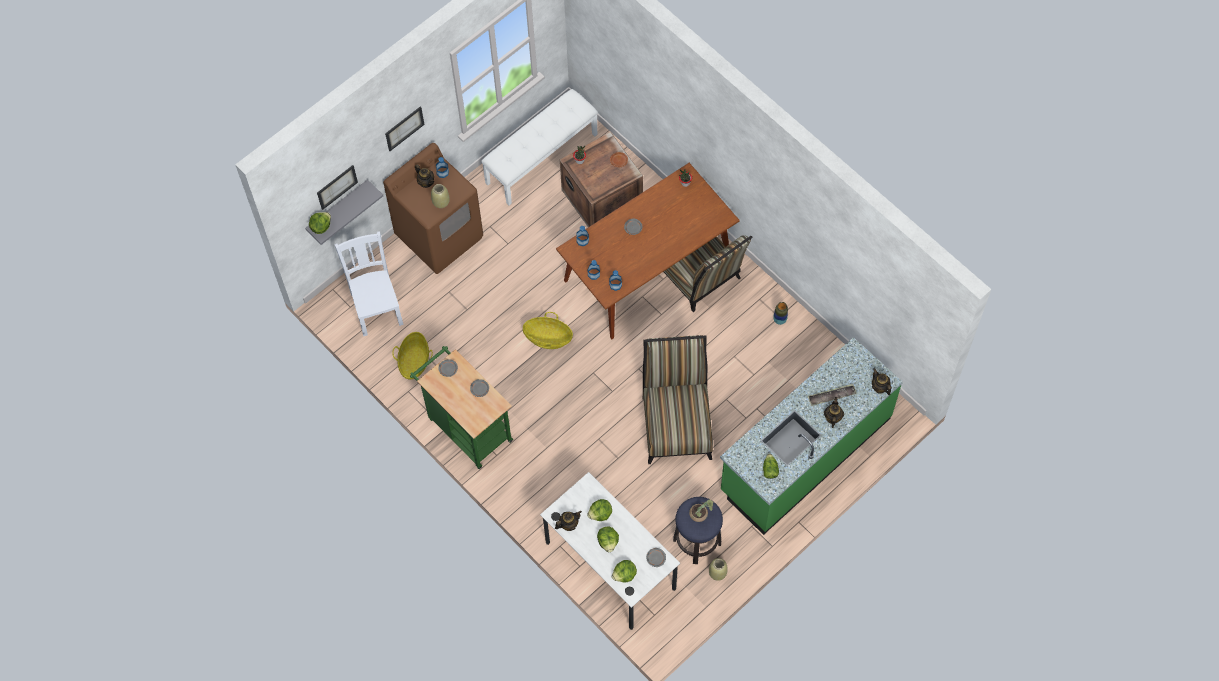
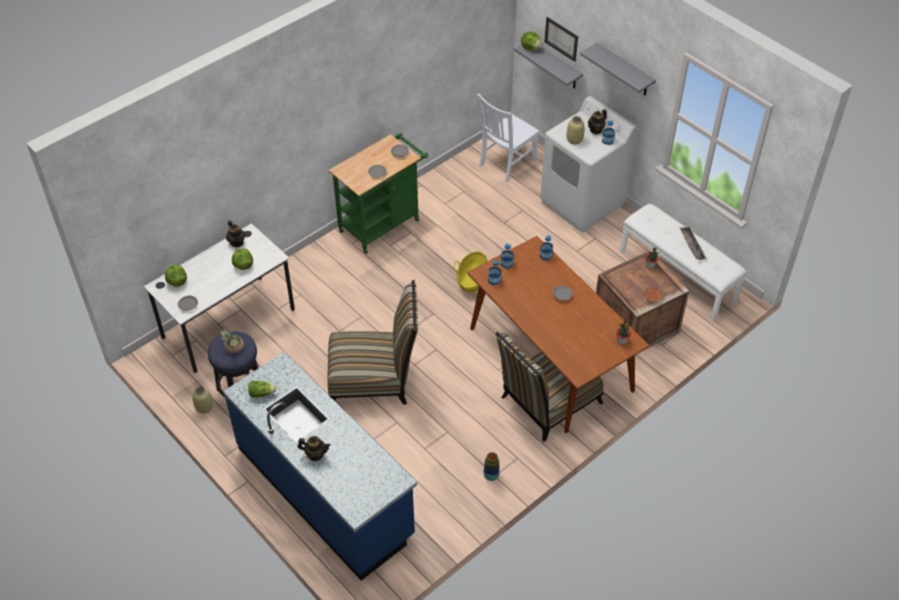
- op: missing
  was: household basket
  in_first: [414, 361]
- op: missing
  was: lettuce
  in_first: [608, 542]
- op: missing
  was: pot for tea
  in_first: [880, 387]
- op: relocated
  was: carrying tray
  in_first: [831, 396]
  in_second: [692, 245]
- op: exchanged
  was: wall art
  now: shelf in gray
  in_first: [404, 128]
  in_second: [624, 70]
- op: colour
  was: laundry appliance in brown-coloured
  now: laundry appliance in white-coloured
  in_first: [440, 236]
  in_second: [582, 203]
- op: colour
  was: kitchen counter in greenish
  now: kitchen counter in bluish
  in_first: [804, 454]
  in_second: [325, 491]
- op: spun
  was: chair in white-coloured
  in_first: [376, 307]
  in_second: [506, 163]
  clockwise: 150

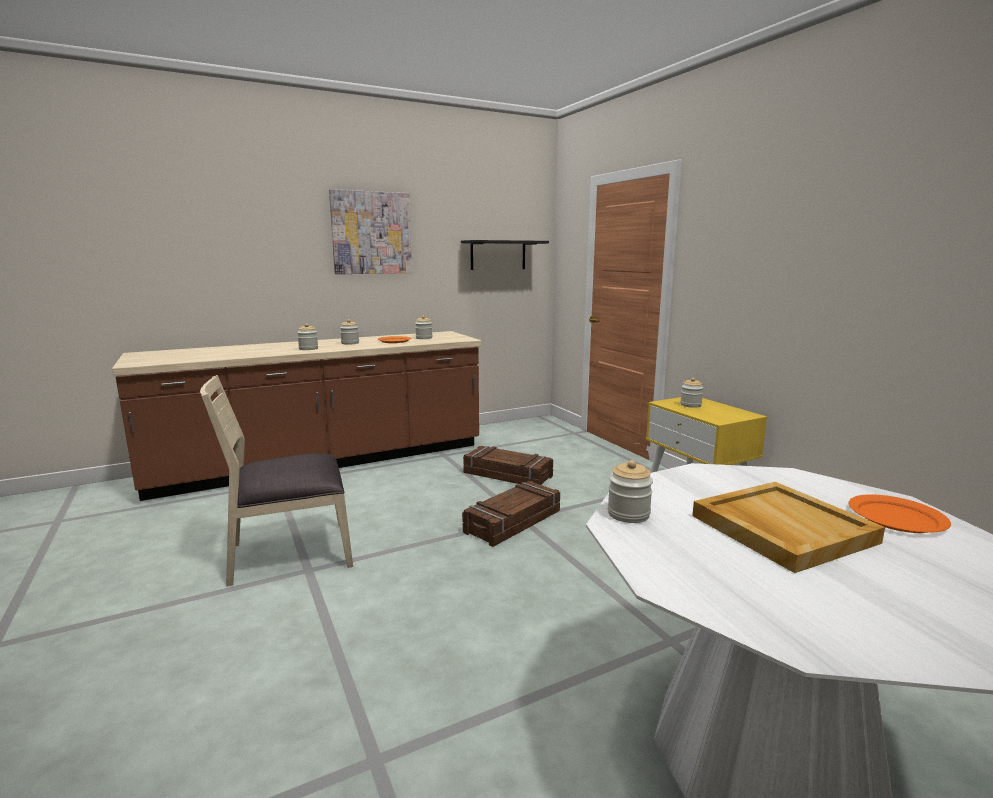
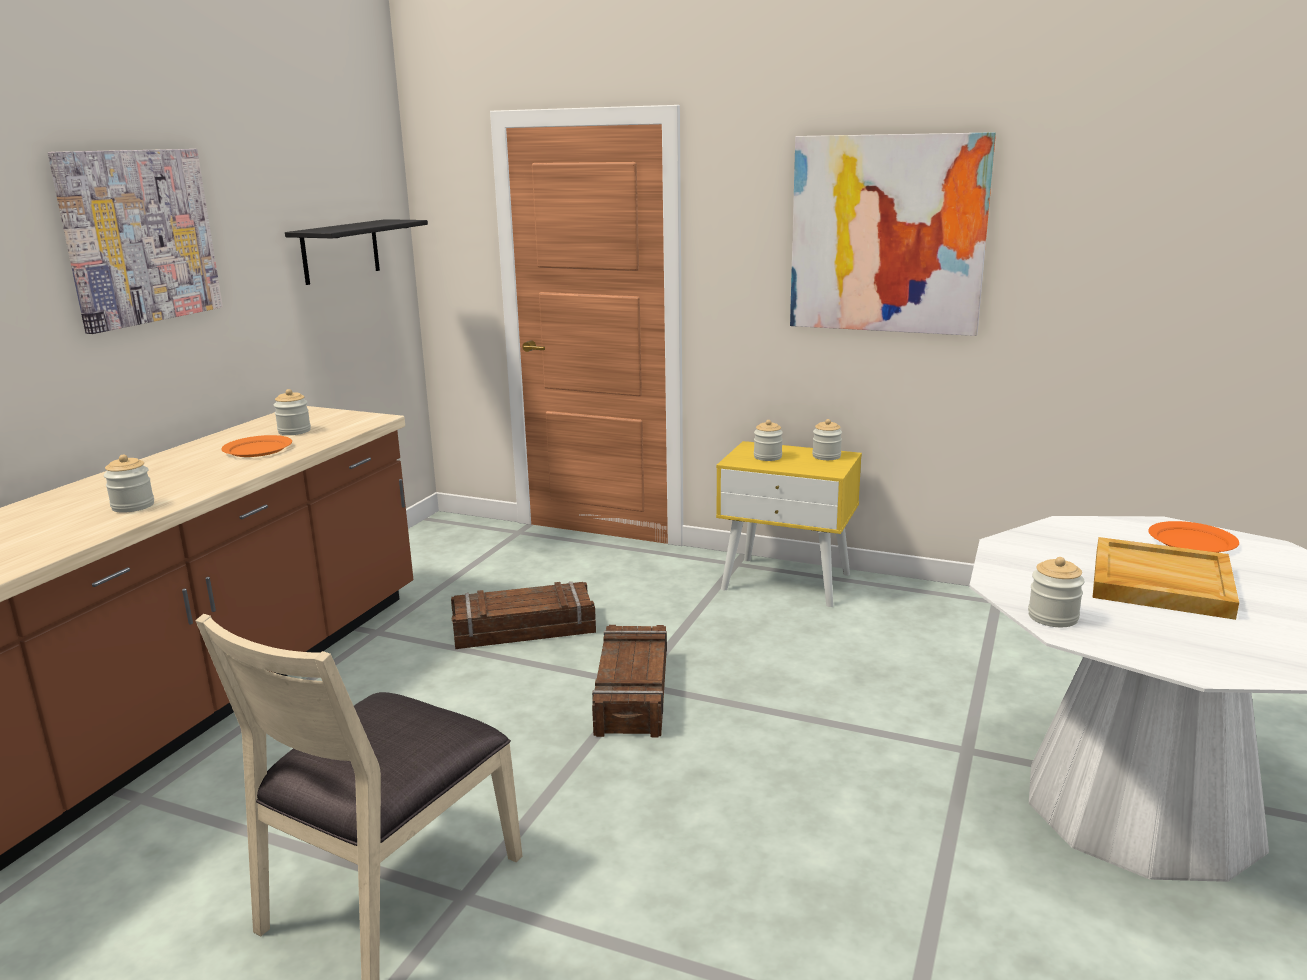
- op: appeared
  now: wall art
  in_second: [887, 234]
- op: relocated
  was: jar
  in_first: [350, 343]
  in_second: [826, 456]

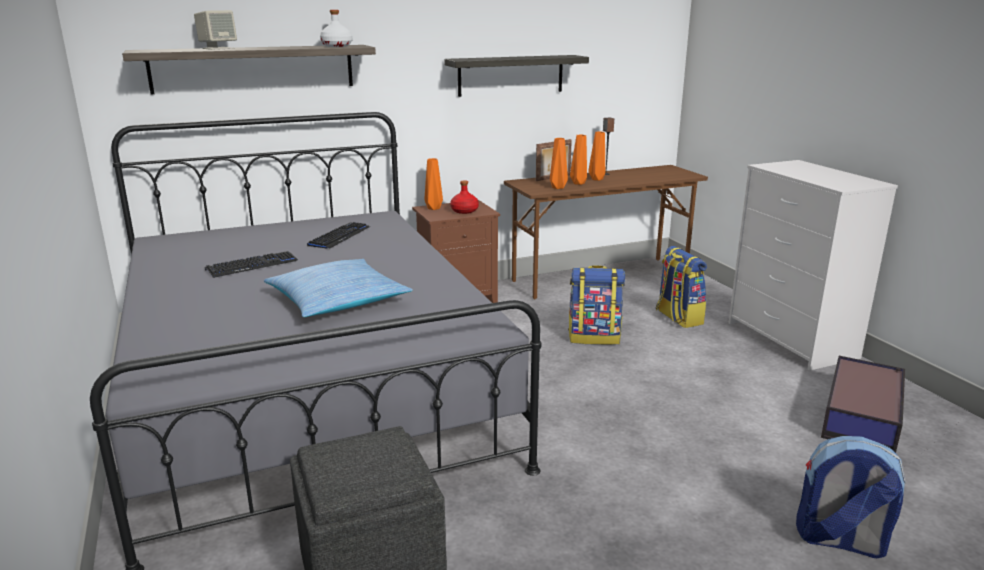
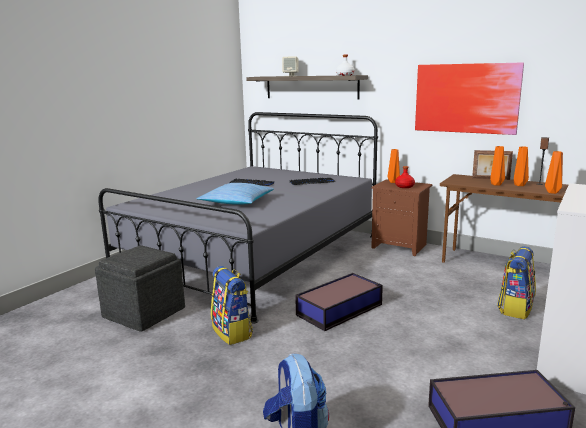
- op: appeared
  now: storage container
  in_second: [340, 309]
- op: relocated
  was: flower vase in orangey
  in_first: [557, 187]
  in_second: [552, 192]
- op: relocated
  was: rucksack
  in_first: [594, 337]
  in_second: [232, 332]
- op: exchanged
  was: shelf
  now: wall art
  in_first: [511, 75]
  in_second: [466, 98]

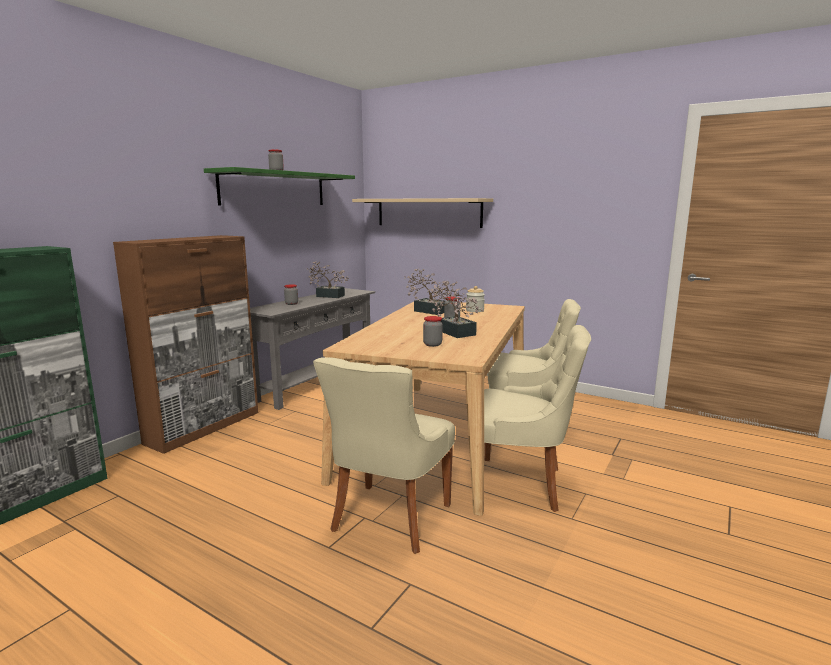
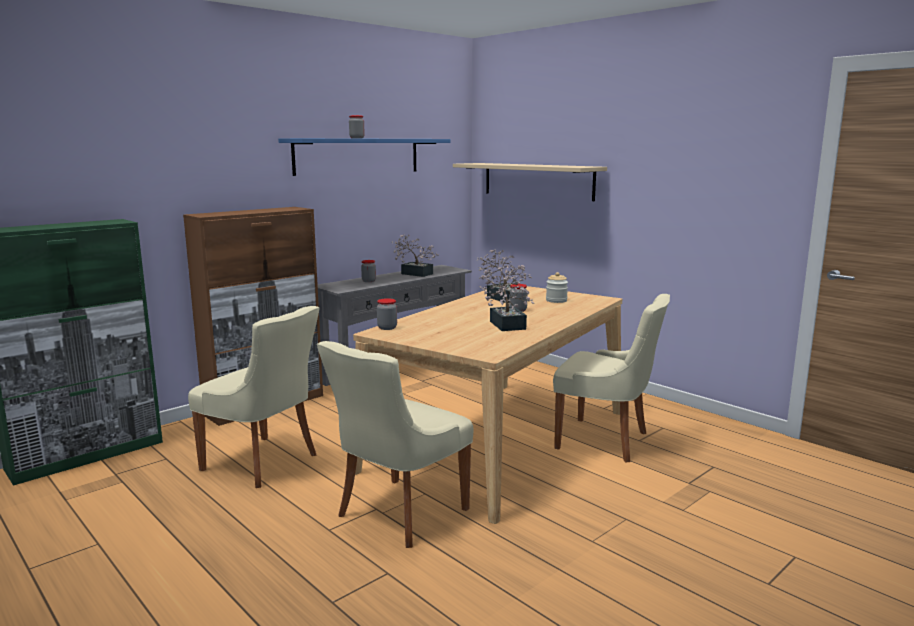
- op: relocated
  was: jar
  in_first: [432, 344]
  in_second: [387, 328]
- op: relocated
  was: chair in sand-coloured
  in_first: [522, 484]
  in_second: [263, 463]
- op: colour
  was: shelf in greenish
  now: shelf in bluish
  in_first: [274, 189]
  in_second: [358, 156]

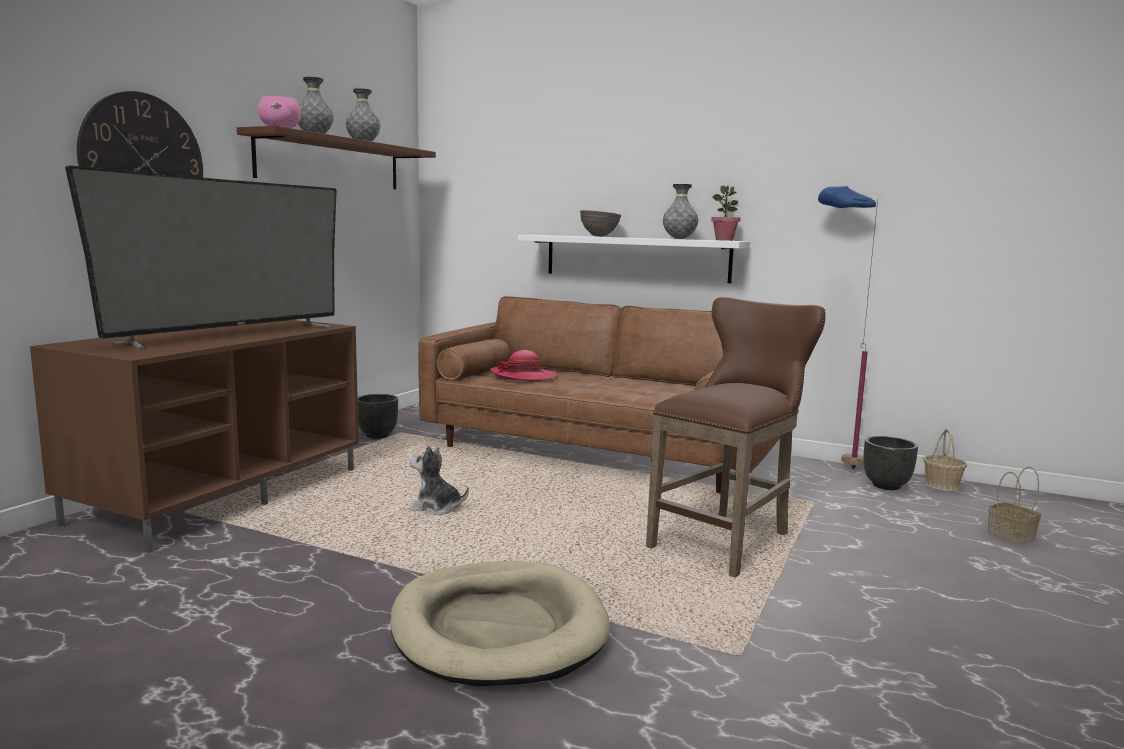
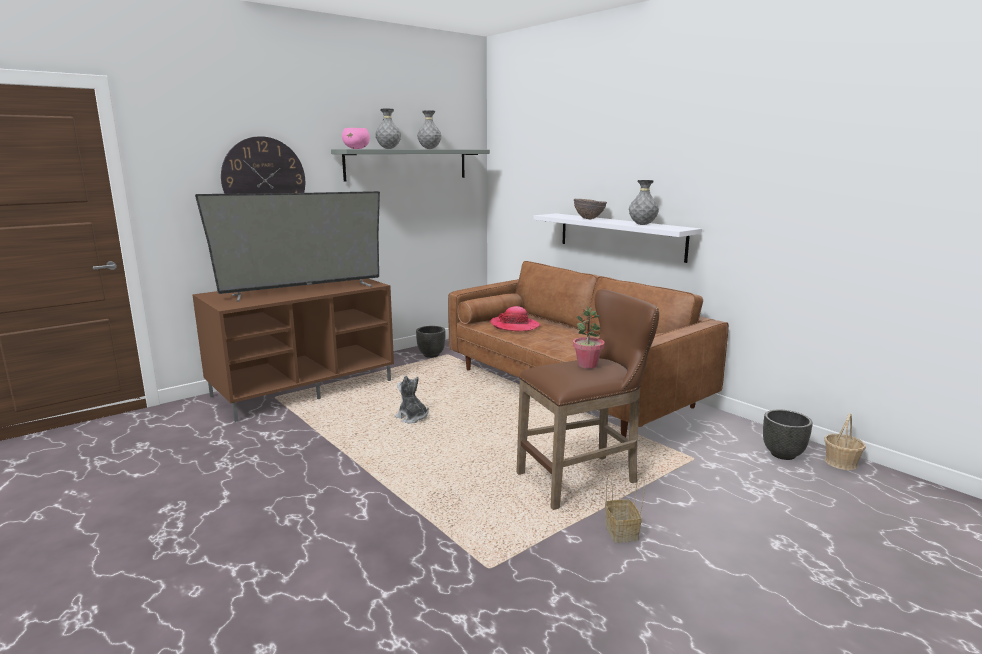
- op: missing
  was: dog bed in sand-coloured
  in_first: [498, 629]
- op: missing
  was: floor lamp in bluish
  in_first: [831, 467]
- op: relocated
  was: potted plant
  in_first: [724, 240]
  in_second: [587, 365]
- op: relocated
  was: household basket
  in_first: [1013, 536]
  in_second: [622, 532]
- op: colour
  was: shelf in brown-coloured
  now: shelf in gray
  in_first: [331, 163]
  in_second: [407, 164]

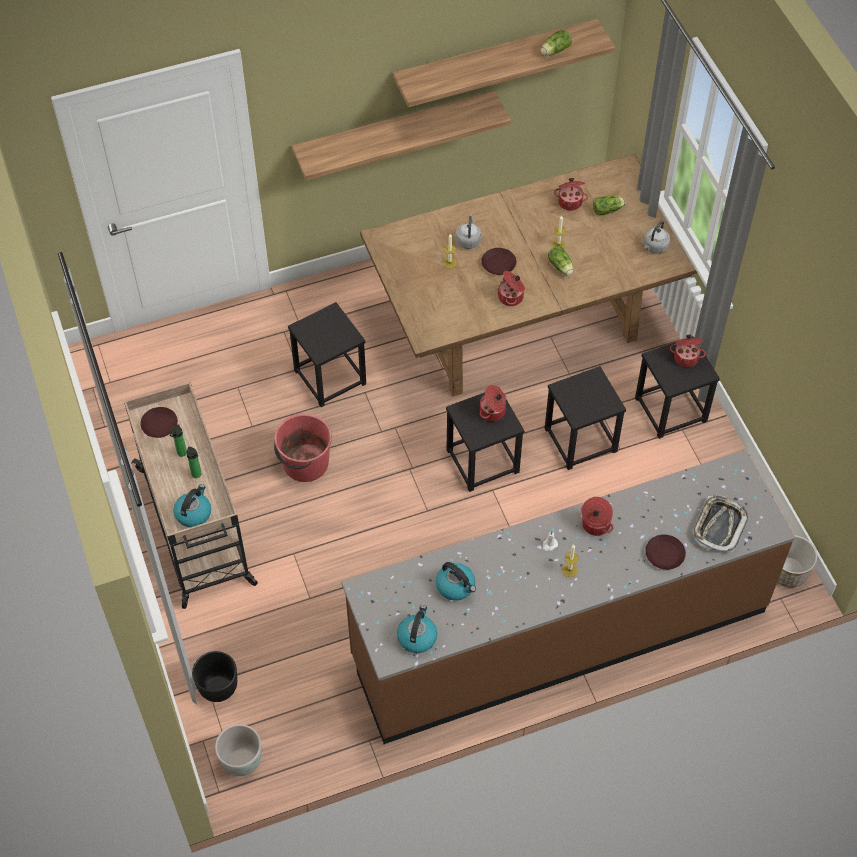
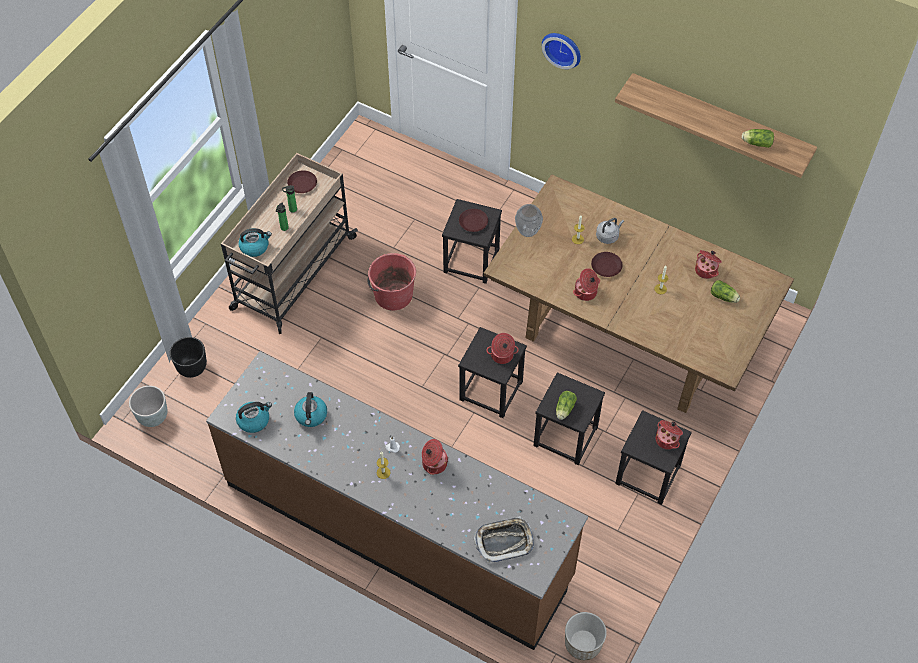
- op: missing
  was: shelf
  in_first: [395, 131]
- op: missing
  was: tea kettle in gray
  in_first: [654, 247]
- op: appeared
  now: flower vase
  in_second: [527, 232]
- op: appeared
  now: clock on the wall
  in_second: [563, 48]
- op: relocated
  was: lettuce
  in_first: [561, 267]
  in_second: [564, 410]
- op: relocated
  was: flat dish in brown-coloured
  in_first: [665, 554]
  in_second: [473, 222]

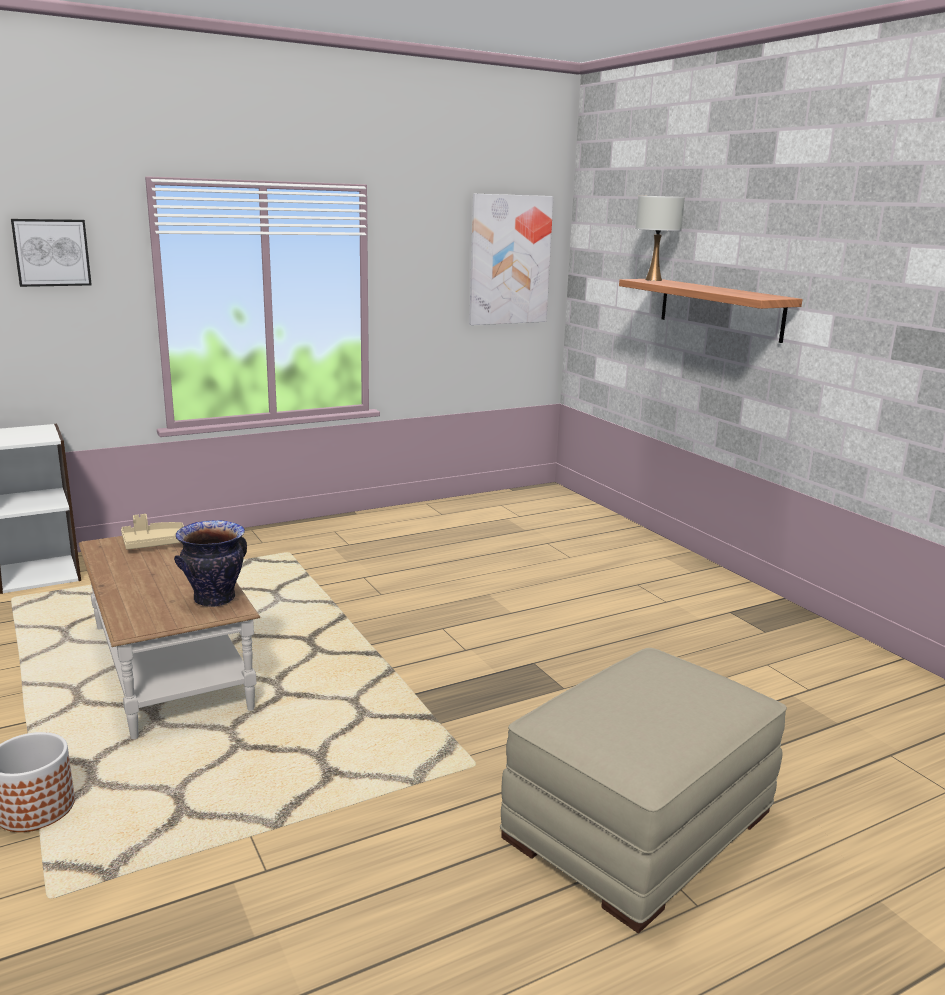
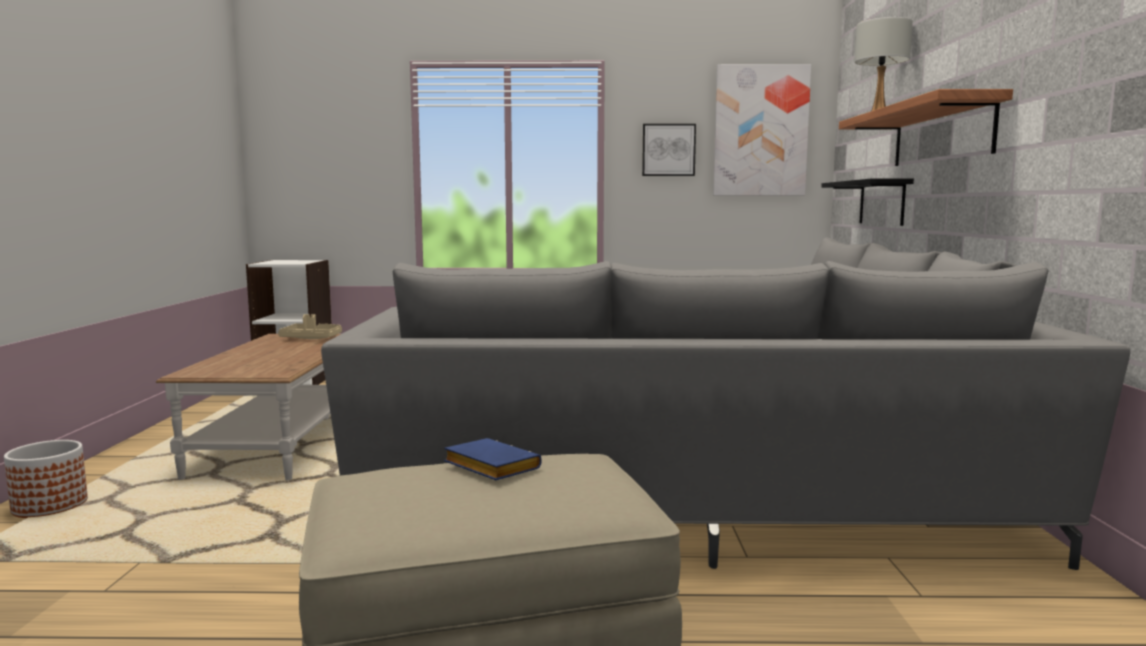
- op: missing
  was: flower vase
  in_first: [215, 599]
- op: appeared
  now: settee in gray
  in_second: [752, 474]
- op: appeared
  now: bound book in bluish
  in_second: [488, 467]
- op: appeared
  now: shelf in blackish
  in_second: [881, 202]
- op: relocated
  was: wall art
  in_first: [52, 252]
  in_second: [668, 150]

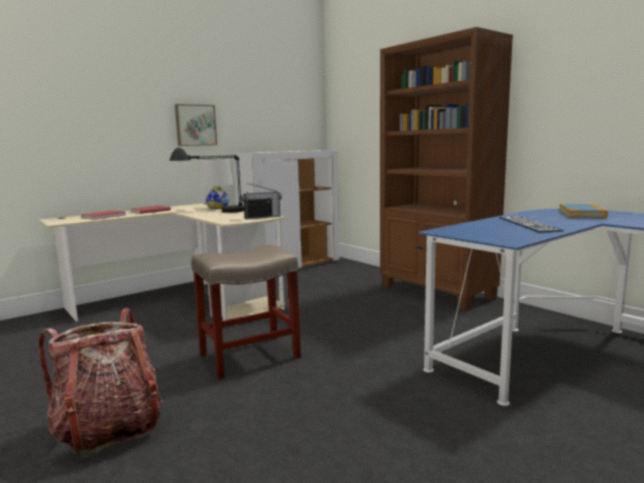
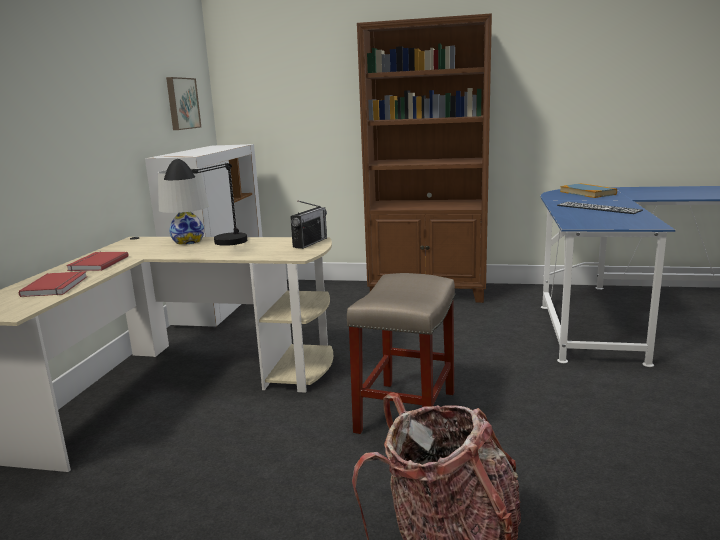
- op: relocated
  was: wall art
  in_first: [195, 125]
  in_second: [181, 103]

